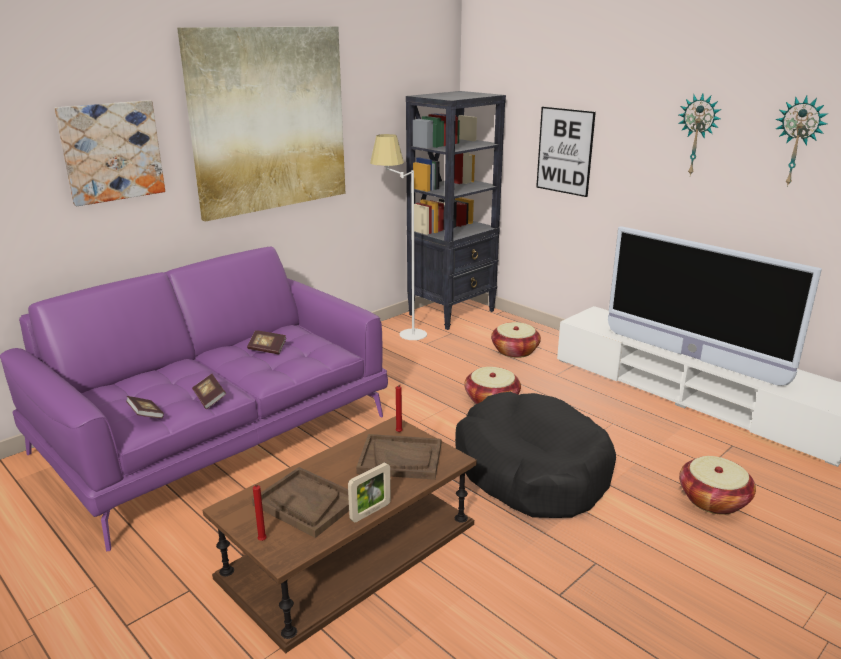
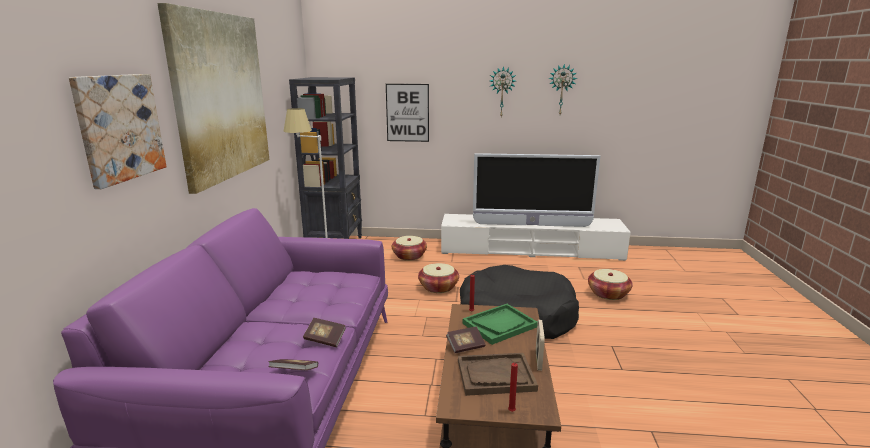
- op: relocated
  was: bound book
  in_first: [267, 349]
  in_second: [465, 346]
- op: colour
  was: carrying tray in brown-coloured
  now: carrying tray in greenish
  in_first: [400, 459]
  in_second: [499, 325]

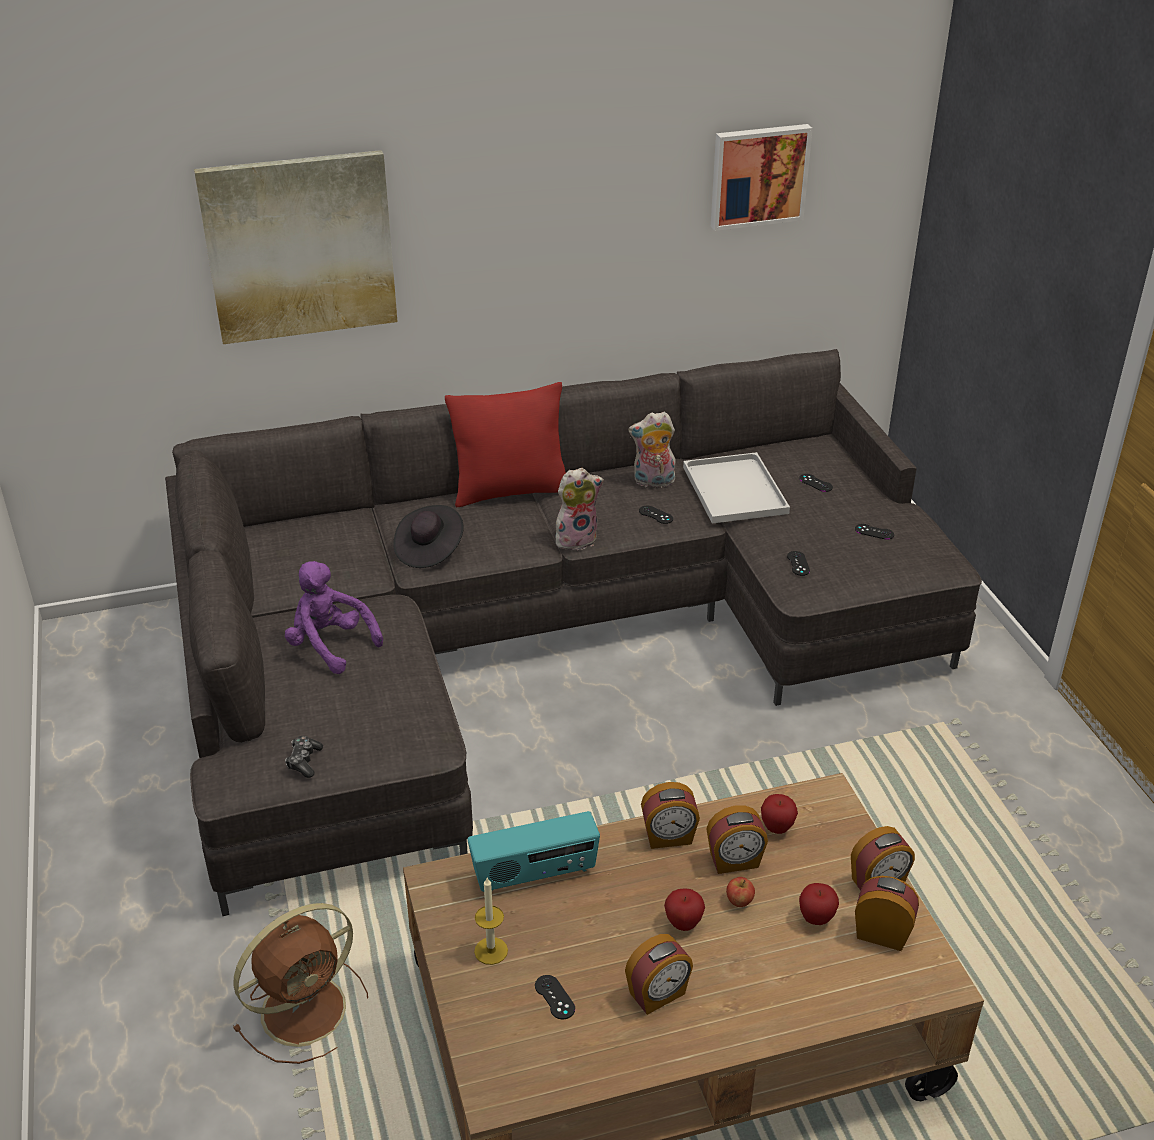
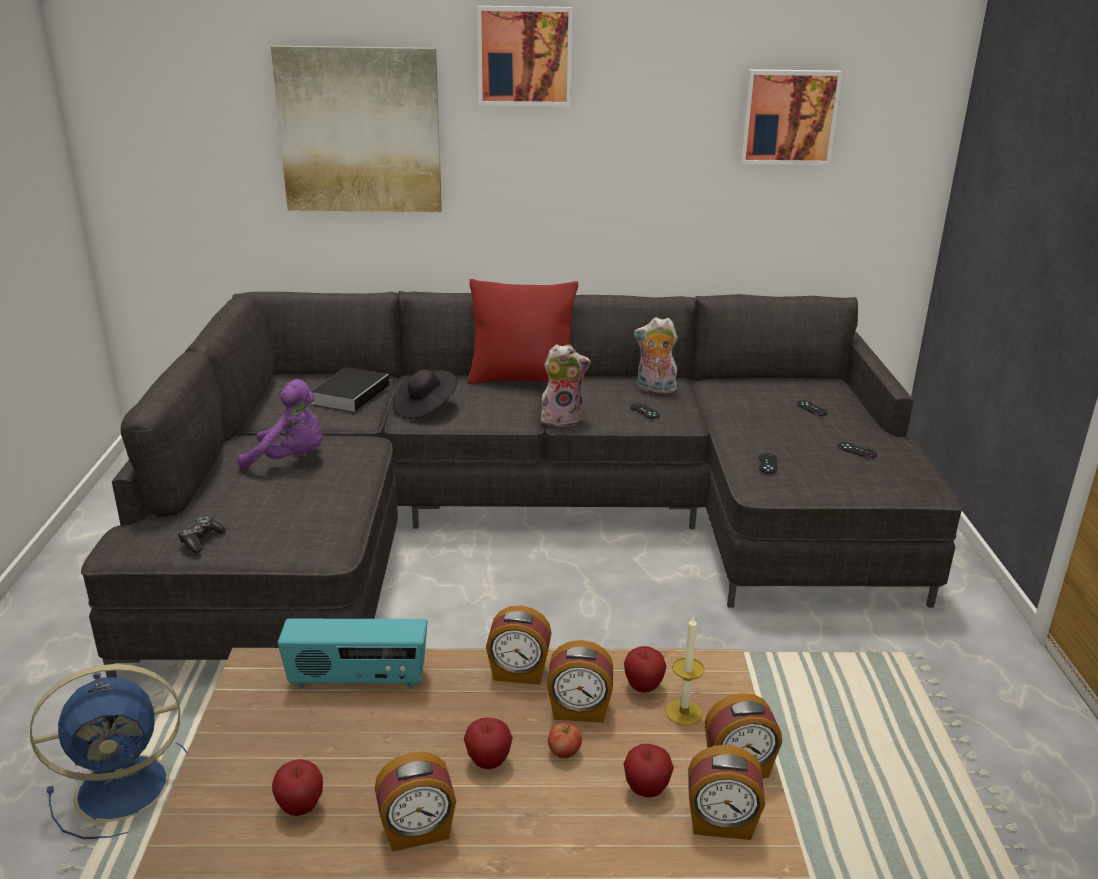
- op: missing
  was: carrying tray in white-coloured
  in_first: [736, 491]
- op: appeared
  now: bound book
  in_second: [352, 393]
- op: appeared
  now: wall art
  in_second: [524, 56]
- op: relocated
  was: wax light
  in_first: [491, 951]
  in_second: [684, 712]
- op: exchanged
  was: game controller in blackish
  now: apple
  in_first: [554, 997]
  in_second: [300, 807]
- op: colour
  was: electric fan in brown-coloured
  now: electric fan in bluish
  in_first: [307, 1008]
  in_second: [127, 787]
- op: spun
  was: soft toy in purple
  in_first: [330, 645]
  in_second: [290, 460]
  clockwise: 135
- op: spun
  was: alarm clock
  in_first: [882, 933]
  in_second: [721, 824]
  clockwise: 150

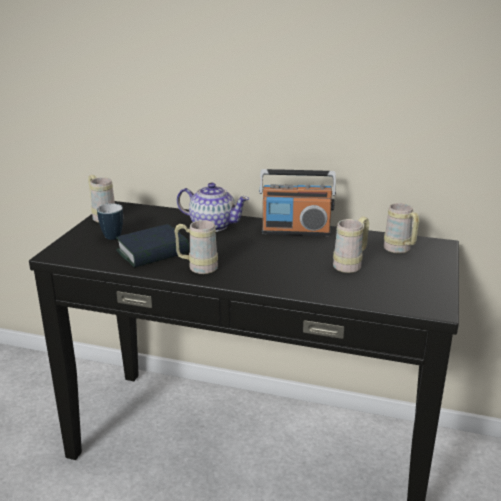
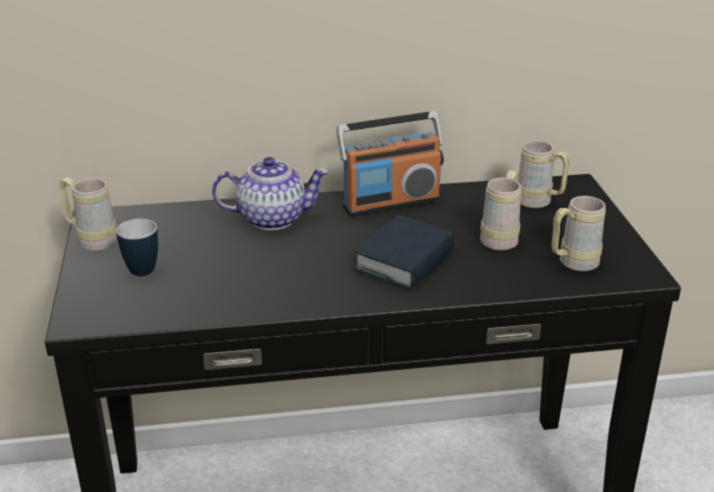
- op: relocated
  was: bound book
  in_first: [153, 252]
  in_second: [405, 261]
- op: relocated
  was: mug in sand-coloured
  in_first: [197, 268]
  in_second: [572, 264]

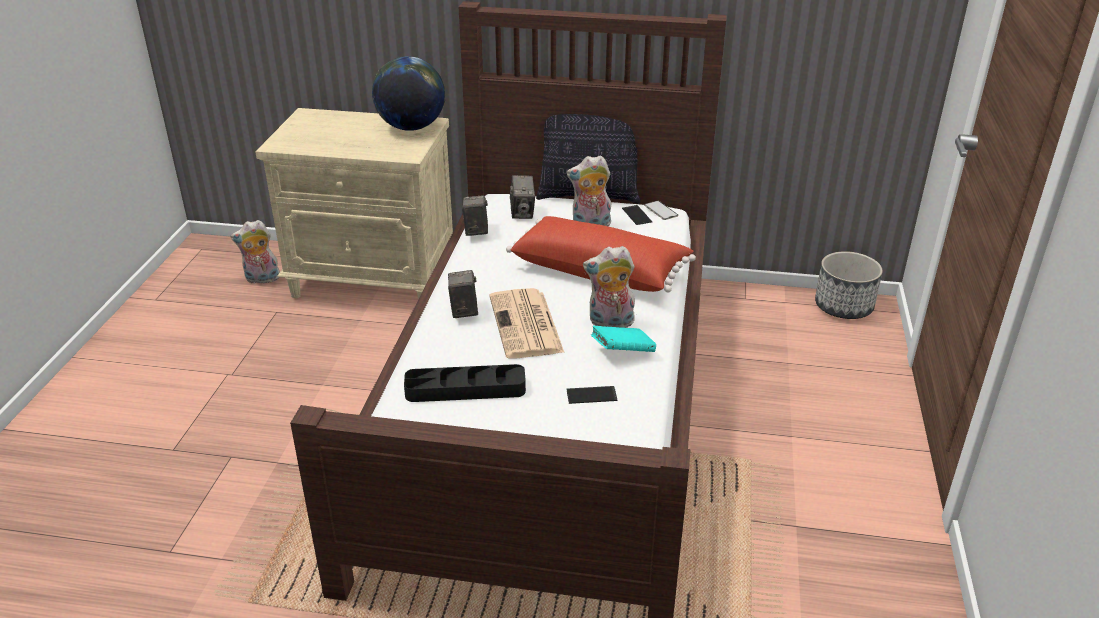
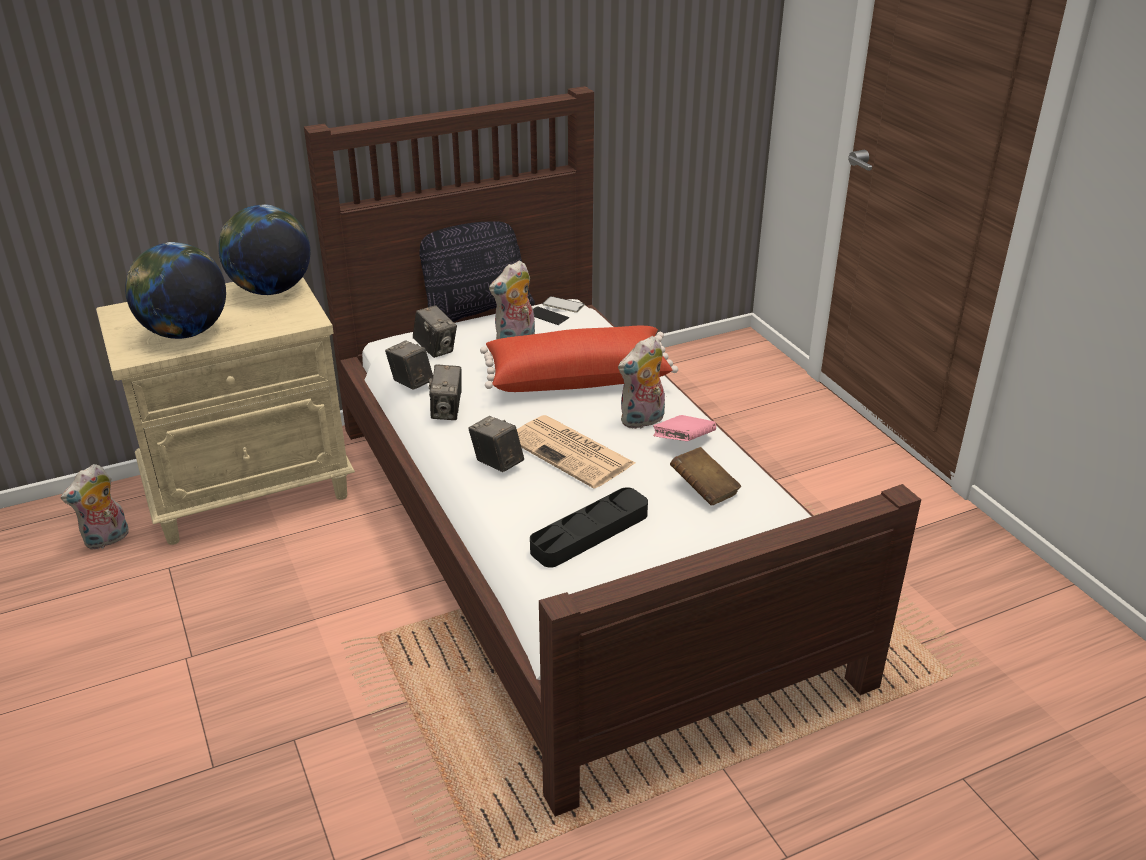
- op: missing
  was: planter
  in_first: [844, 306]
- op: appeared
  now: desk globe
  in_second: [185, 333]
- op: appeared
  now: still camera
  in_second: [447, 411]
- op: exchanged
  was: telephone
  now: bound book in brown-coloured
  in_first: [591, 395]
  in_second: [704, 489]
- op: colour
  was: bound book in blue-green
  now: bound book in pinkish
  in_first: [622, 351]
  in_second: [683, 442]

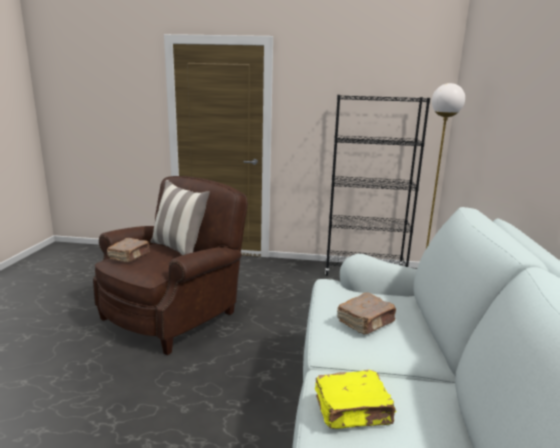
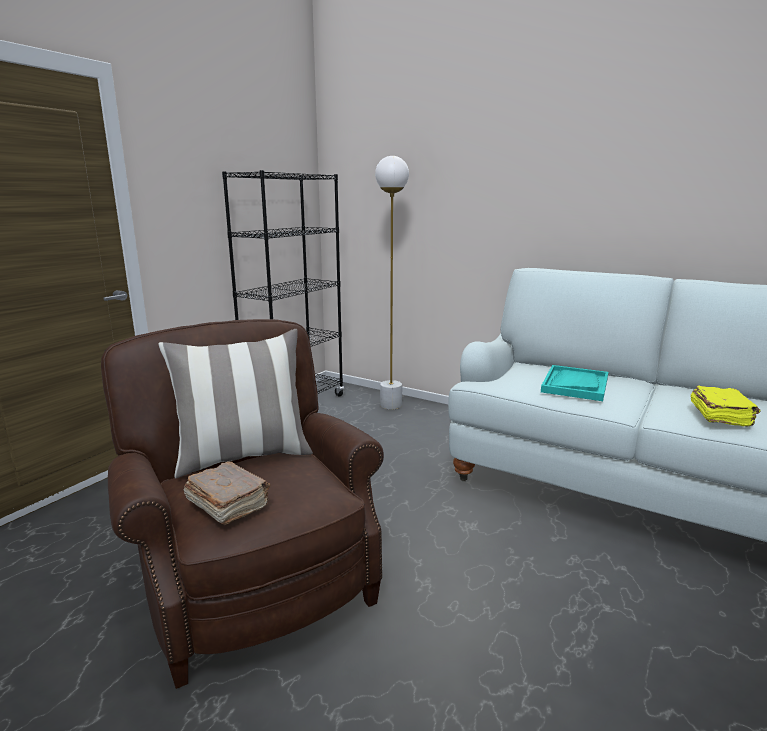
- op: exchanged
  was: bound book in brown-coloured
  now: carrying tray in blue-green
  in_first: [366, 322]
  in_second: [575, 385]

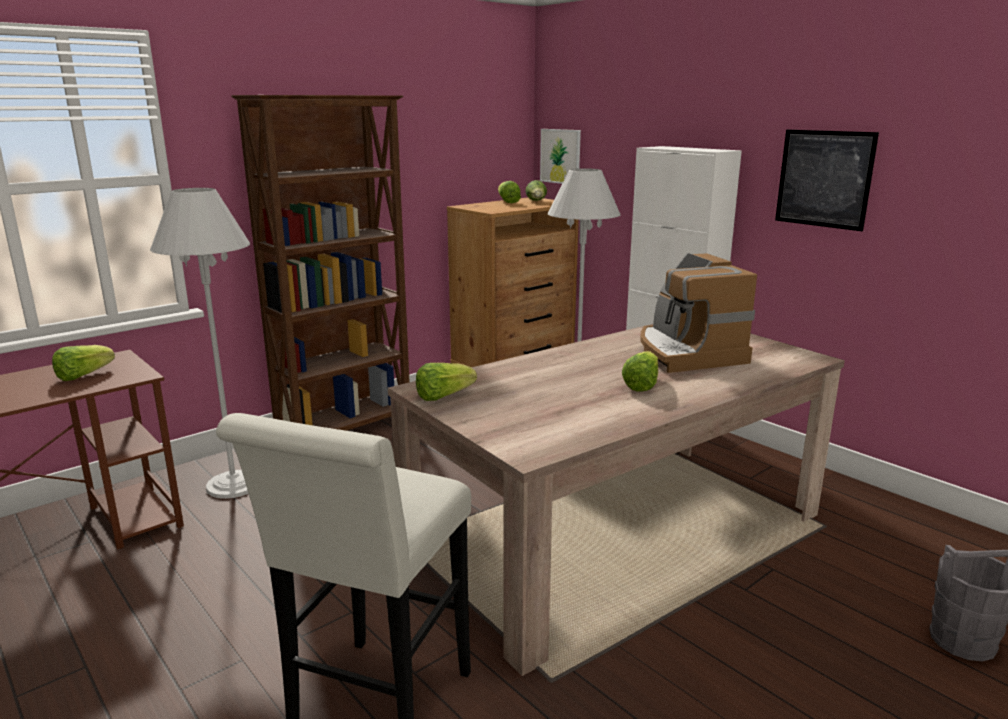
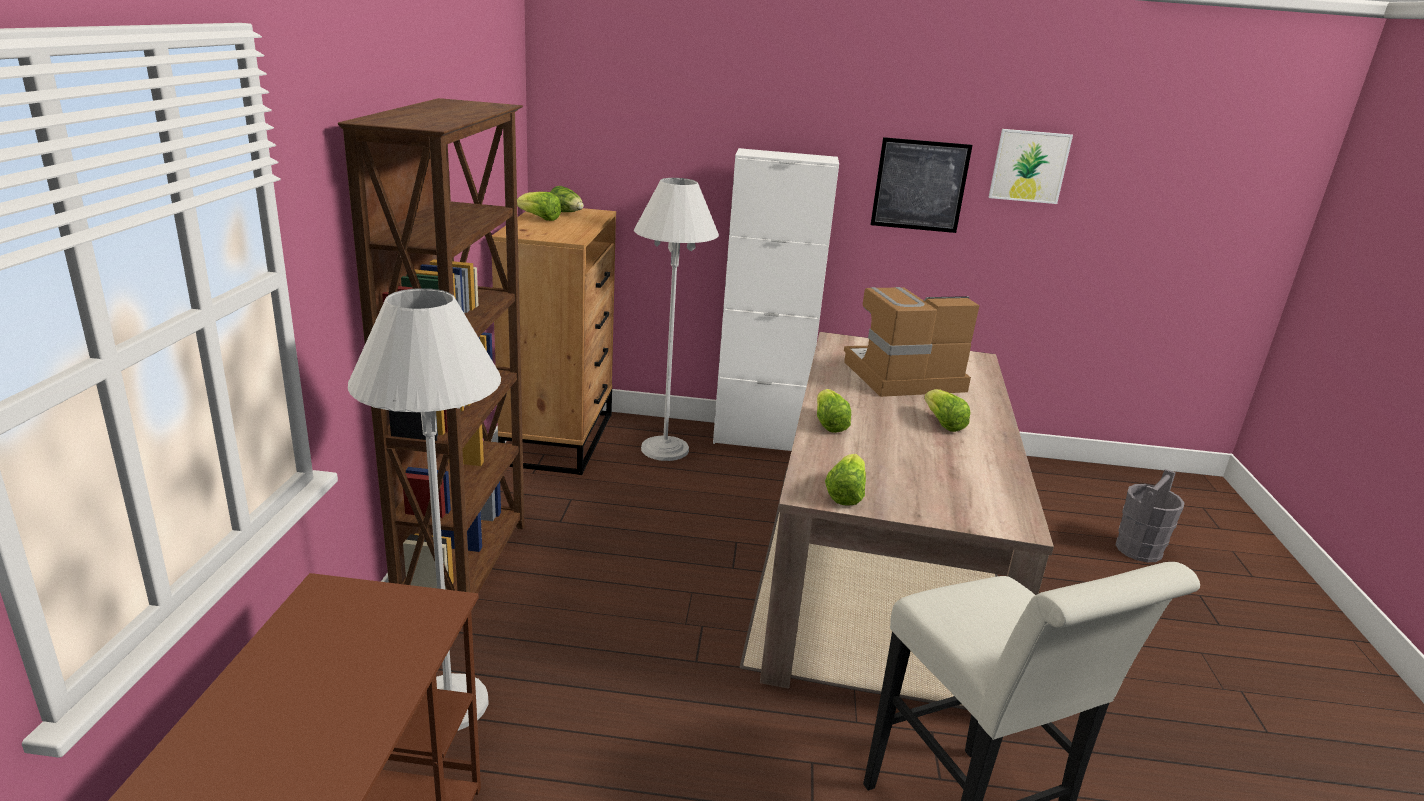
- op: relocated
  was: lettuce
  in_first: [83, 376]
  in_second: [829, 424]
- op: relocated
  was: wall art
  in_first: [560, 156]
  in_second: [1029, 166]
- op: spun
  was: coffee maker
  in_first: [687, 353]
  in_second: [902, 377]
  clockwise: 135

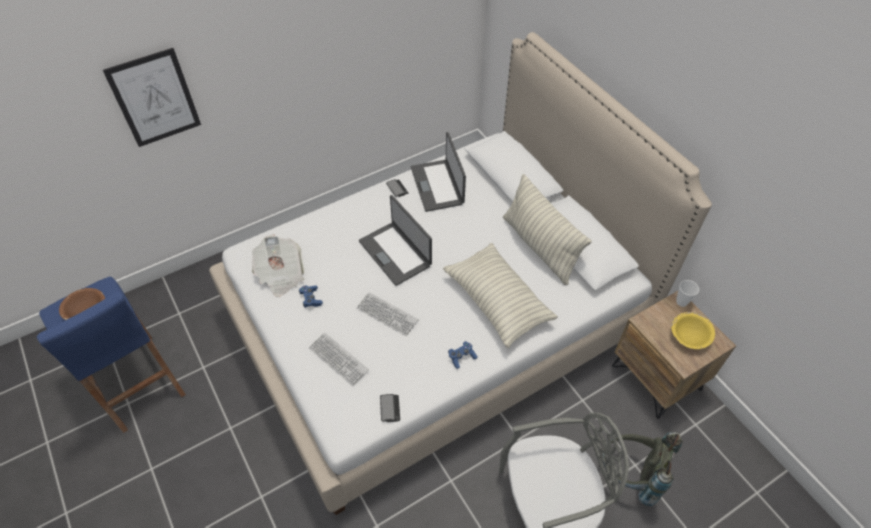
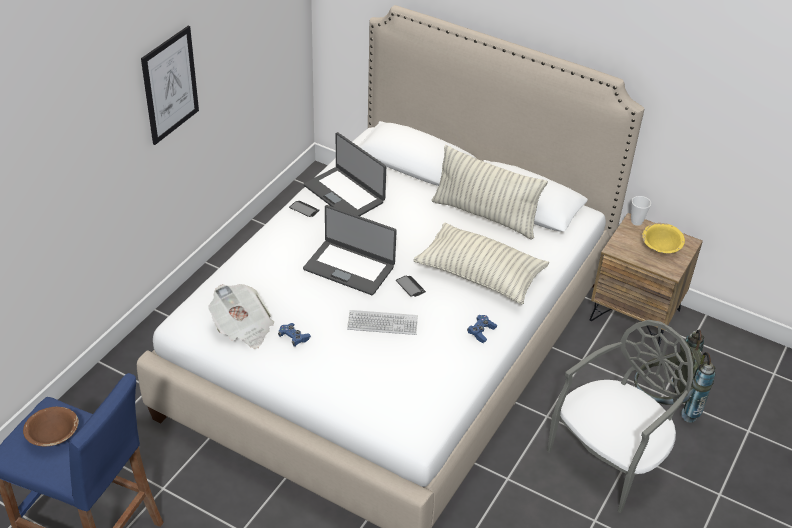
- op: missing
  was: computer keyboard
  in_first: [338, 359]
- op: relocated
  was: wall art
  in_first: [155, 98]
  in_second: [170, 85]
- op: relocated
  was: telephone
  in_first: [390, 408]
  in_second: [410, 287]

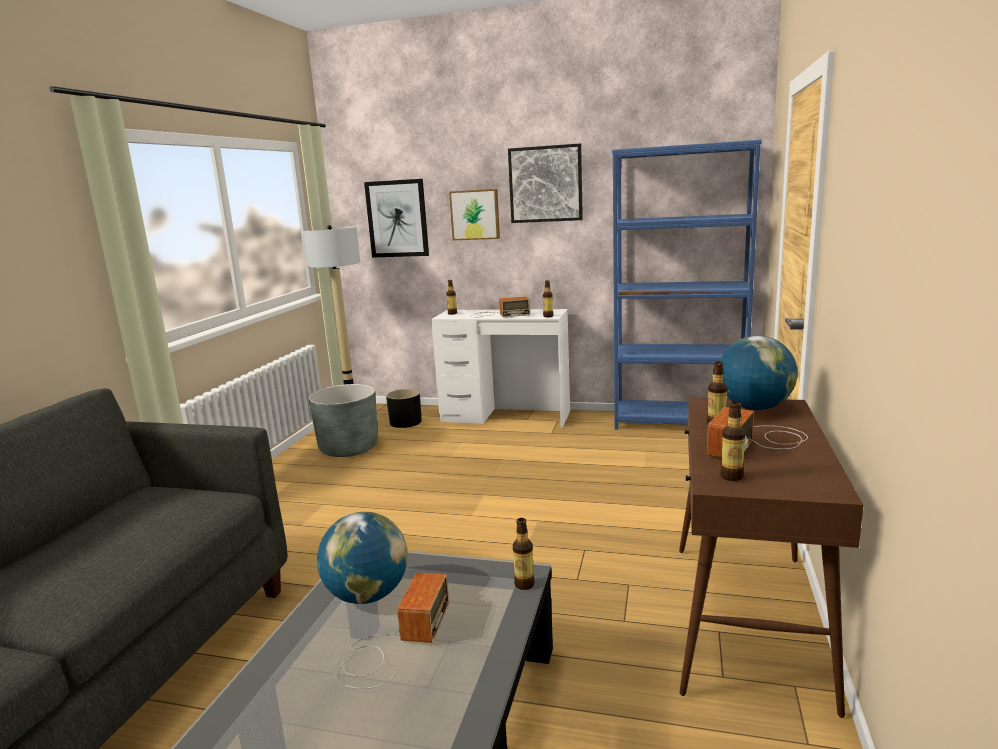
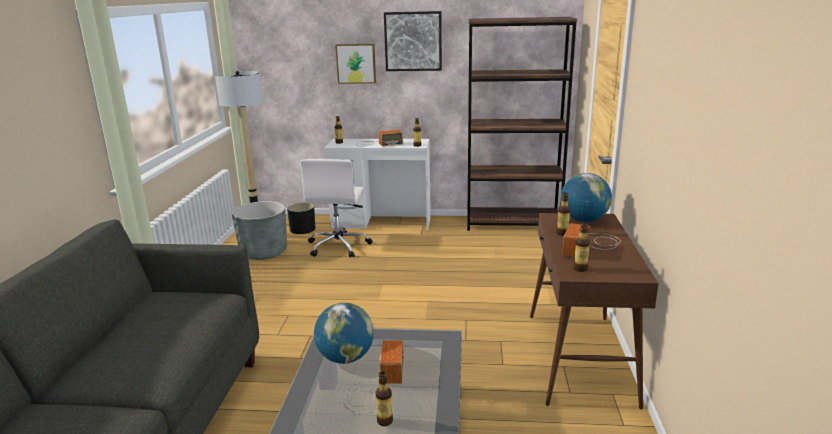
- op: missing
  was: wall art
  in_first: [397, 218]
- op: appeared
  now: office chair in white-coloured
  in_second: [338, 246]
- op: relocated
  was: drink bottle
  in_first: [524, 584]
  in_second: [385, 421]
- op: colour
  was: shelving unit in bluish
  now: shelving unit in brown-coloured
  in_first: [678, 422]
  in_second: [513, 223]

